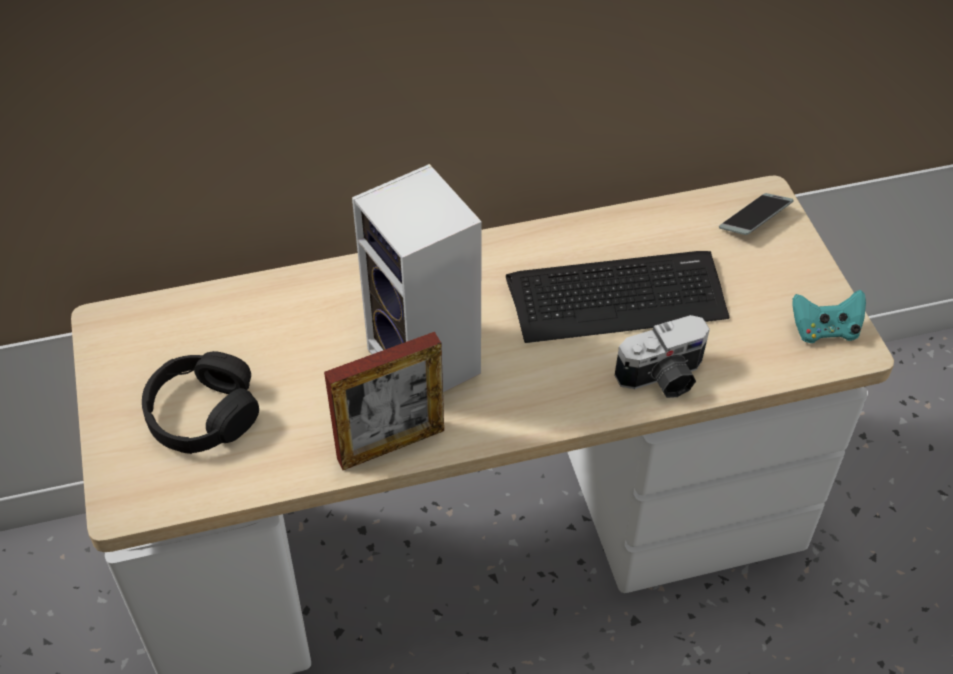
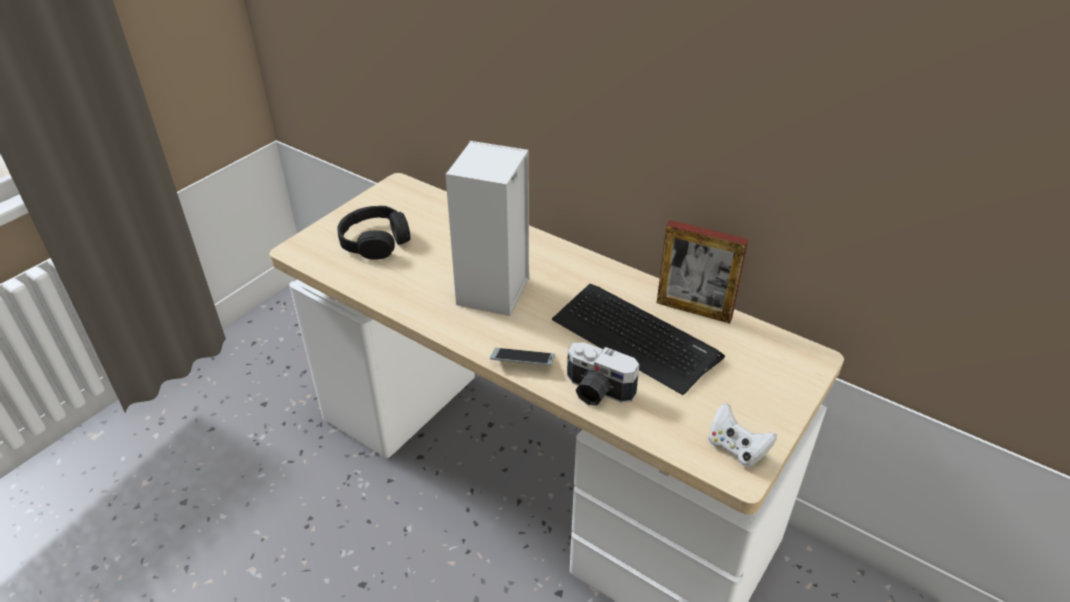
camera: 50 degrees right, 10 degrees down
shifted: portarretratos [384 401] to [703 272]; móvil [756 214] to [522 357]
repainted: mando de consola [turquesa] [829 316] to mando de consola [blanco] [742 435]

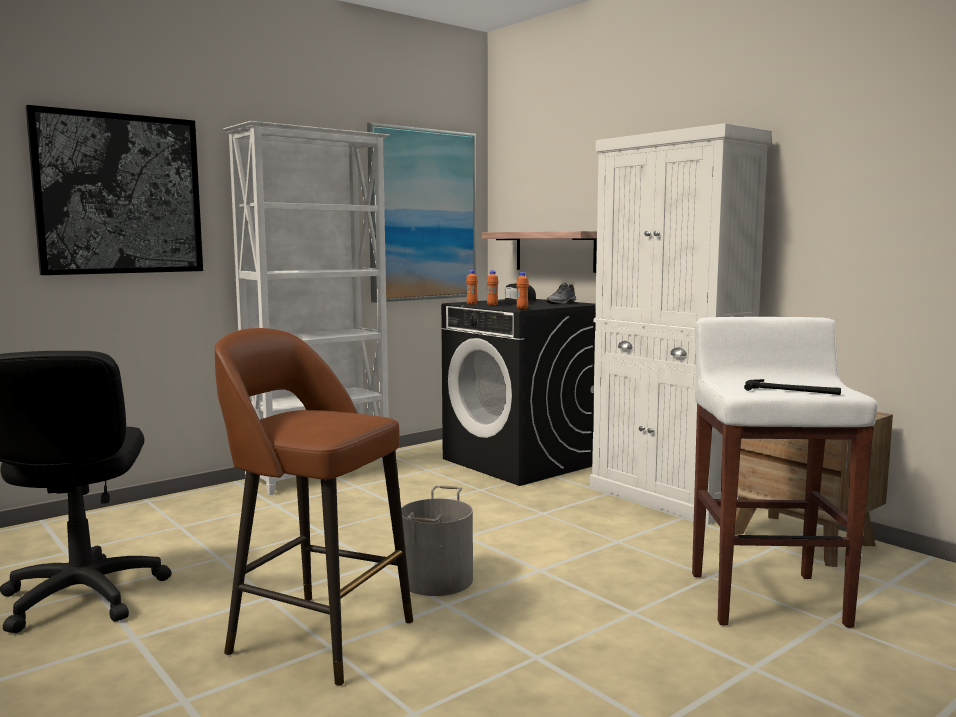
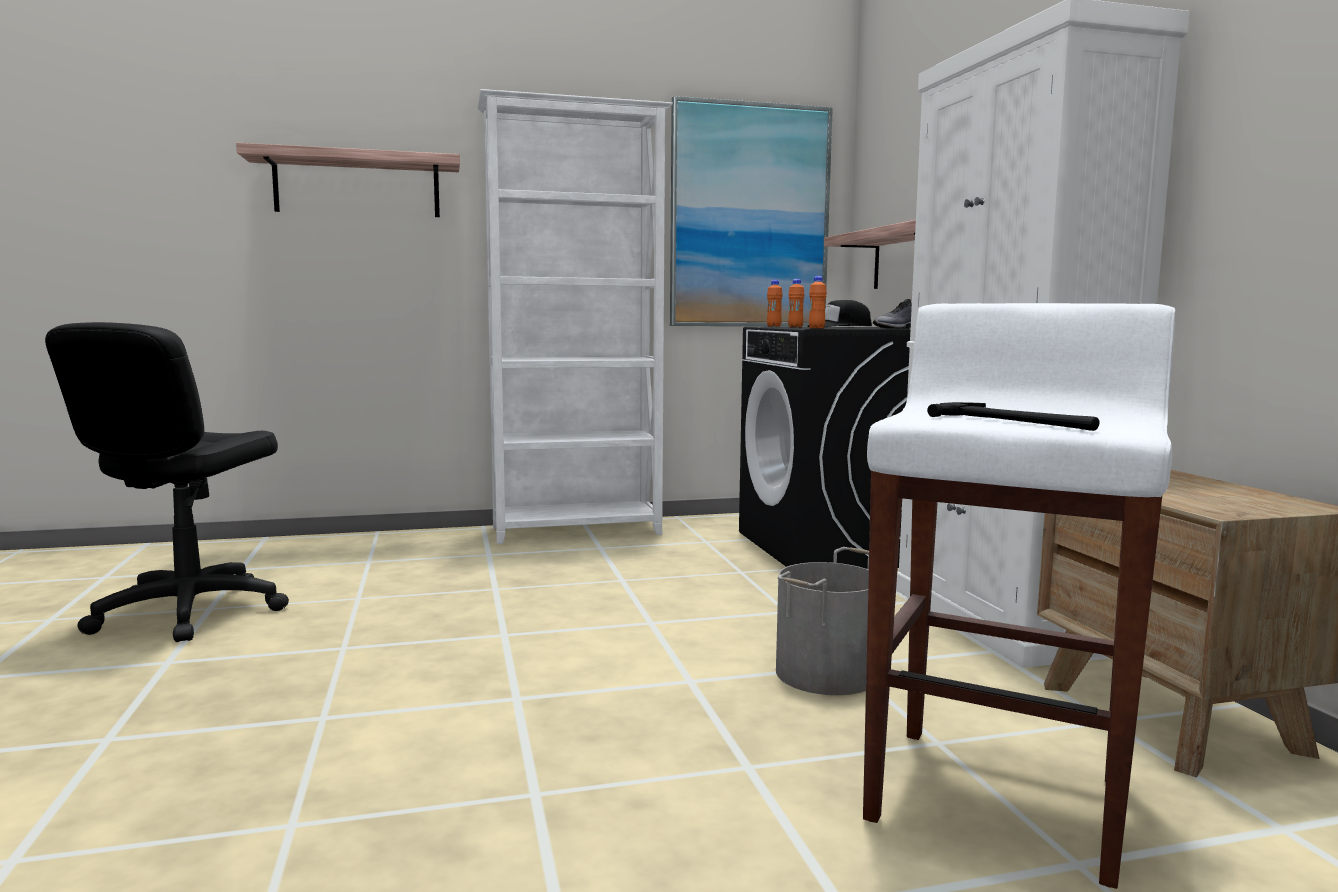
camera: 25 degrees right, 0 degrees up
gone: taburete [marrón] [313 507]
shifted: cubo [gris] [437 541] to [822 621]
swapped: cuadro [114 190] to estante [348 180]

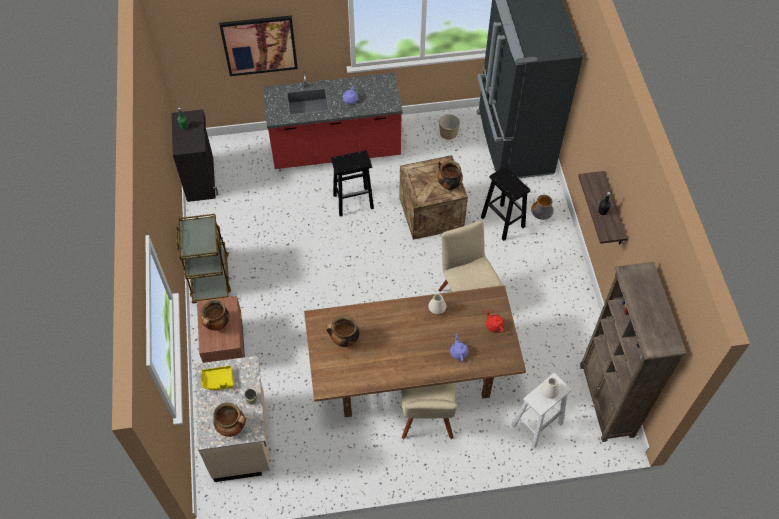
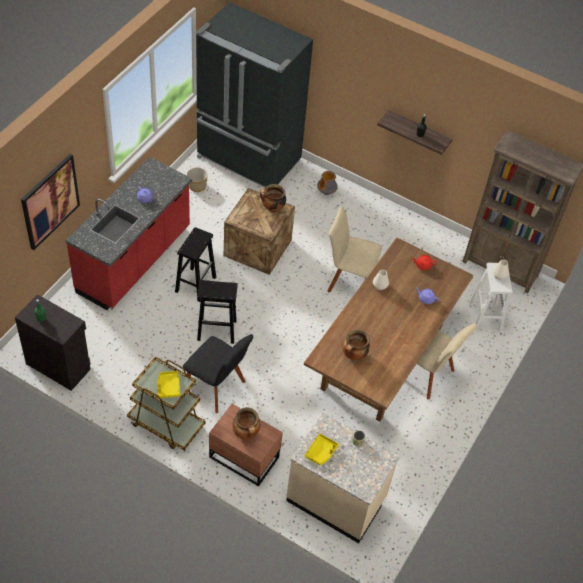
camera: 55 degrees left, 5 degrees down
gone: olla [229 419]
new: bandeja [amarillo] [168 384]; silla [negro] [218 373]
shifted: taburete [negro] [505 203] to [217 312]

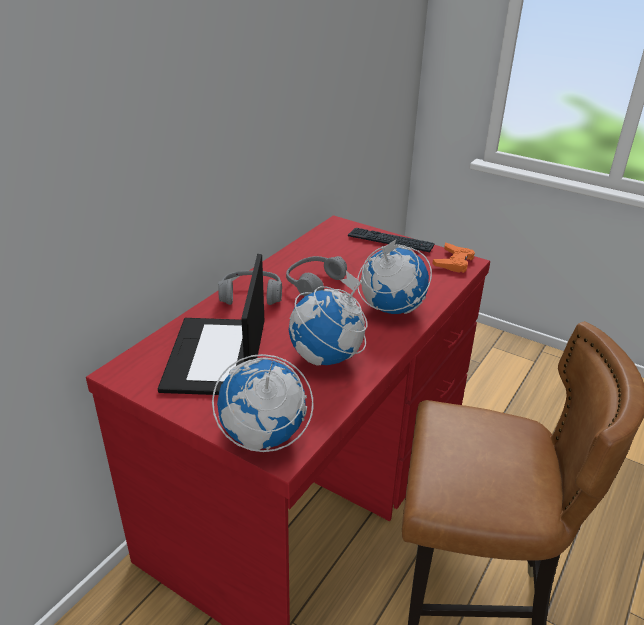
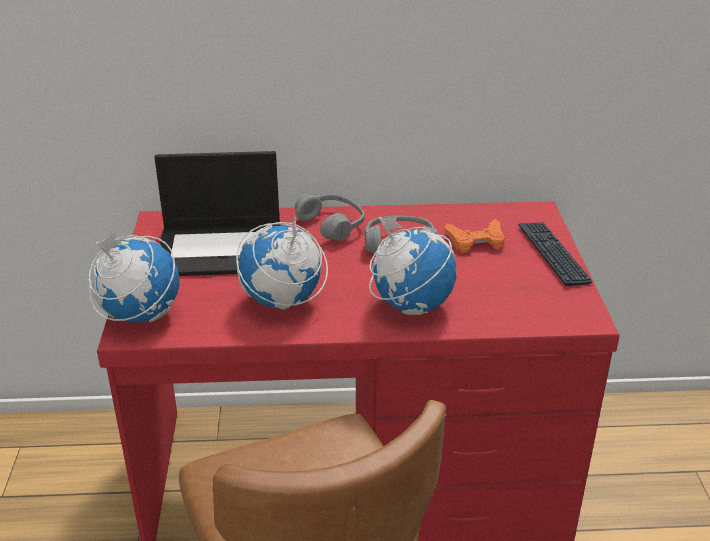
camera: 55 degrees right, 0 degrees up
shifted: mando de consola [naranja] [453 257] to [475 236]
rotated: portátil [211 324] = [217 213] 150 degrees counterclockwise

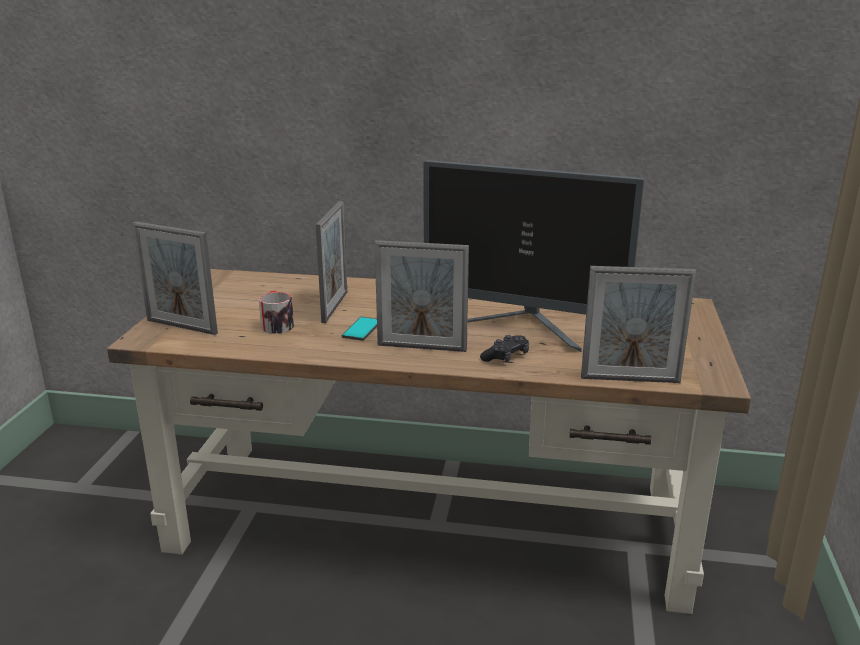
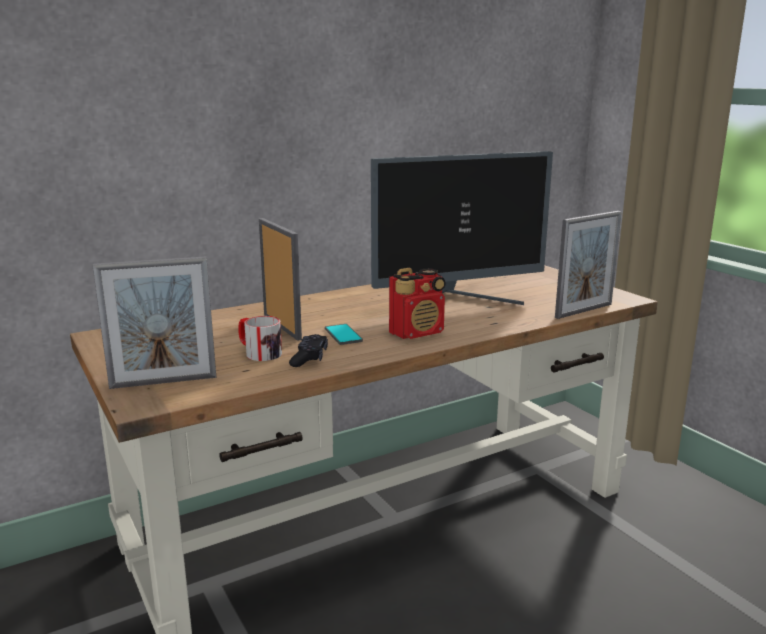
camera: 40 degrees left, 5 degrees down
shifted: mando de consola [negro] [504 348] to [308 350]
swapped: portarretratos [422 296] to radio [417 303]

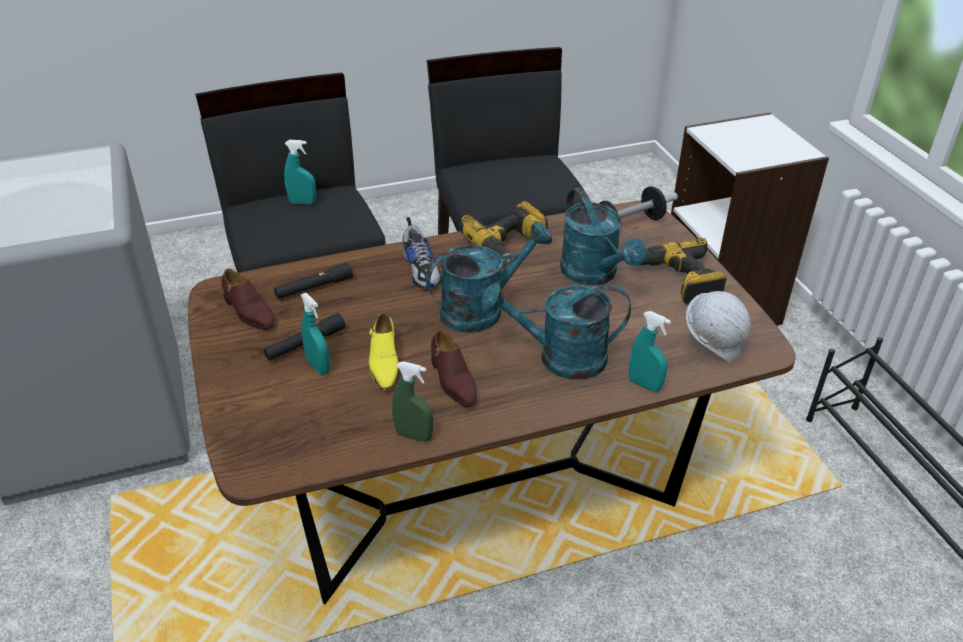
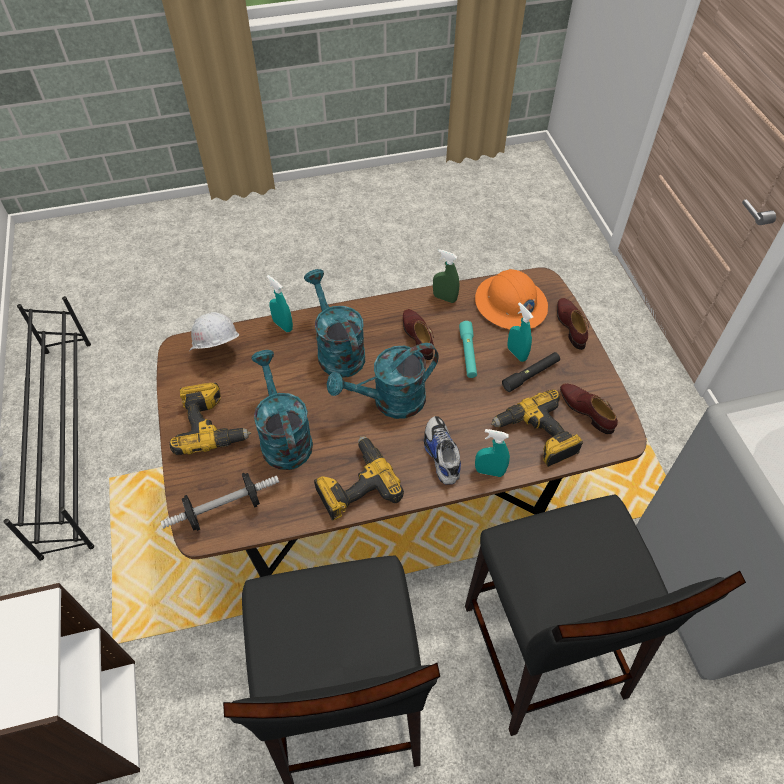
camera: 175 degrees left, 15 degrees up
new: casco [naranja] [511 299]; zapato [marrón] [573 324]
shifted: pulverizador [turquesa] [300 172] to [492 453]
swapped: linterna [negro] [313 280] to taladro [537 428]; zapato [amarillo] [384 351] to linterna [turquesa] [468 349]
rotated: regadera [turquesa] [556 331] = [334 323] 120 degrees counterclockwise

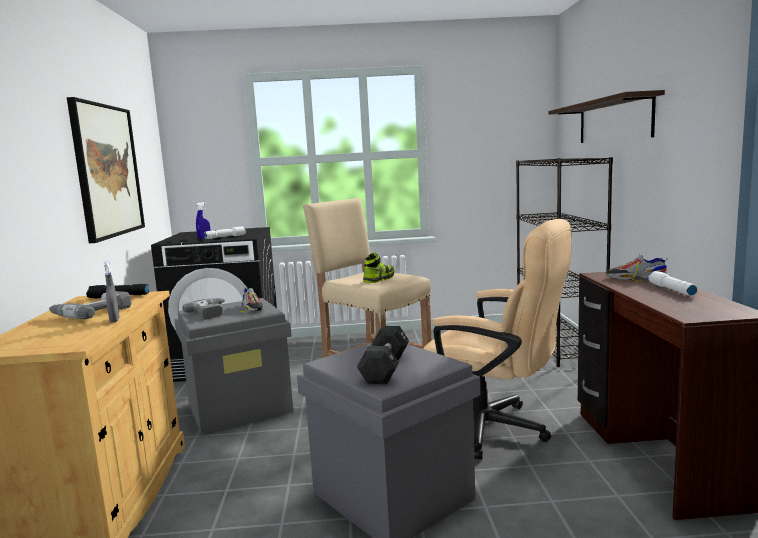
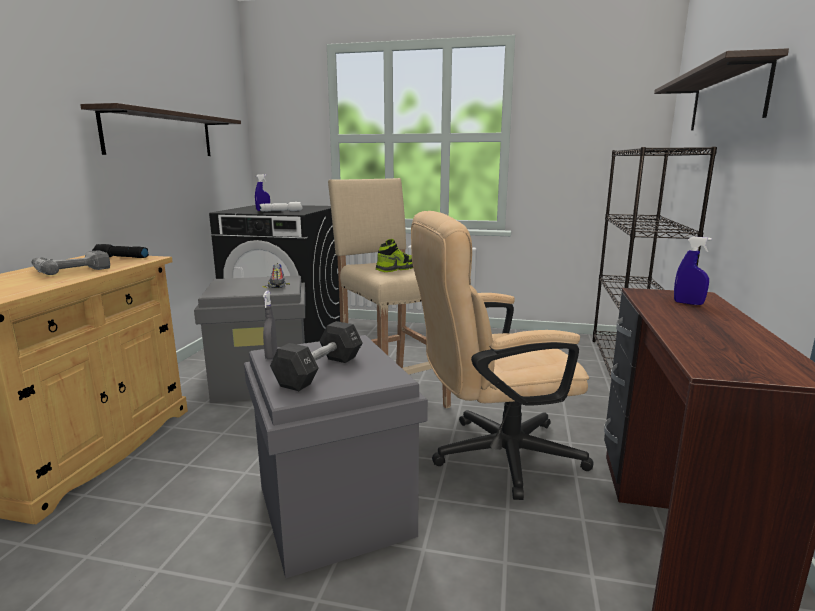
camera: 15 degrees right, 5 degrees up
gone: taladro [203 309]; linterna [blanco] [672 283]
shifted: pulverizador [gris] [111 291] to [270 325]
swapped: cuadro [106 170] to estante [160 129]; zapato [637 268] to pulverizador [azul] [693 270]
rotated: silla de oficina [beis] [497 339] = [502 355] 120 degrees clockwise

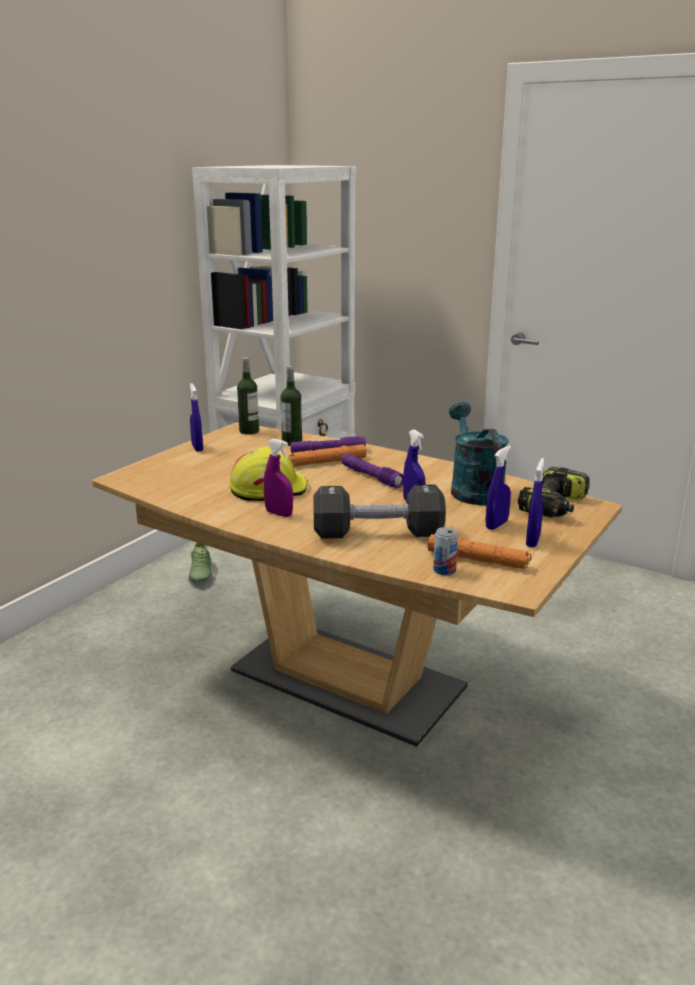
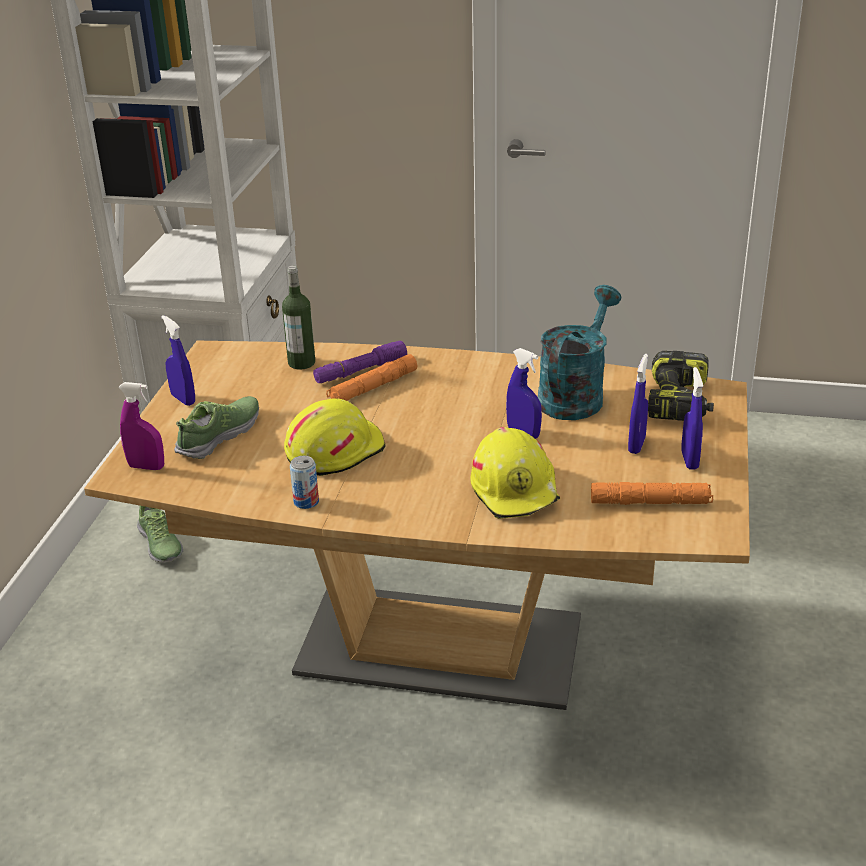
camera: 20 degrees left, 10 degrees up
gone: botella [248 396]; linterna [morado] [372 471]
new: zapato [216 427]
shifted: pulverizador [morado] [278 477] to [141 426]; lata [445 551] to [304 482]
swapped: mancuerna [negro] [379 511] to casco [amarillo] [515 473]
rotated: regadera [turquesa] [479 453] = [579 352] 60 degrees clockwise

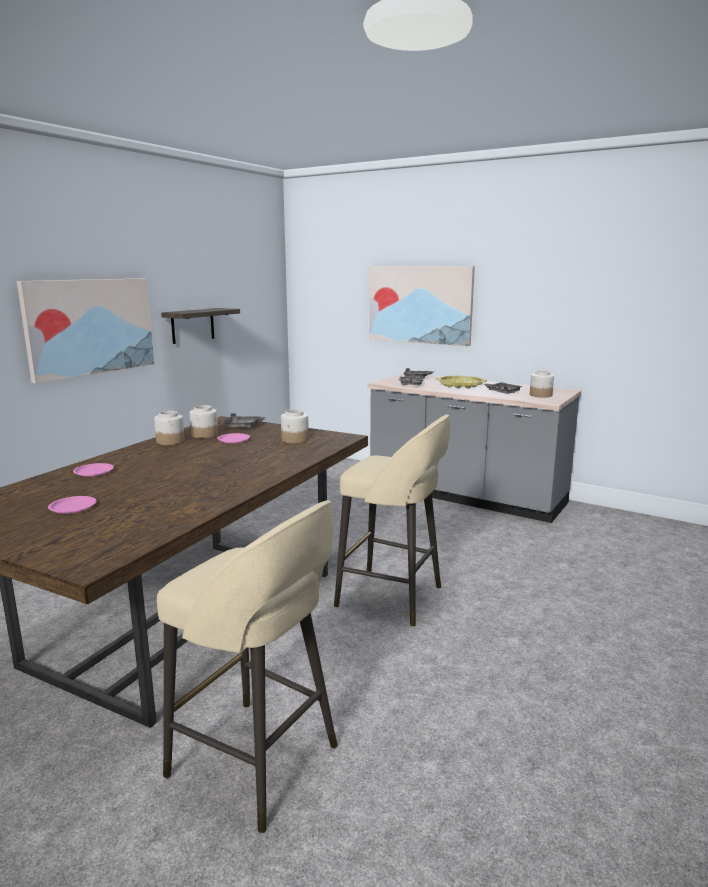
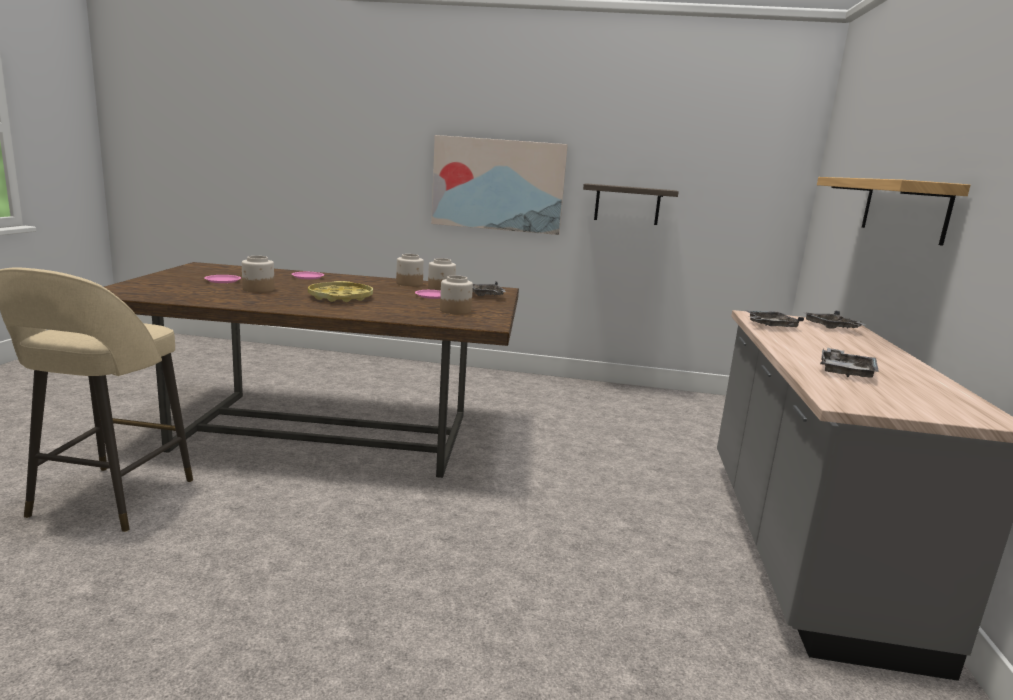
camera: 65 degrees right, 0 degrees up
gone: taburete [beis] [392 520]
shifted: bandeja [amarillo] [461 382] to [340 291]; tarro [542 384] to [258 274]
swapped: cuadro [422 306] to estante [893 211]

